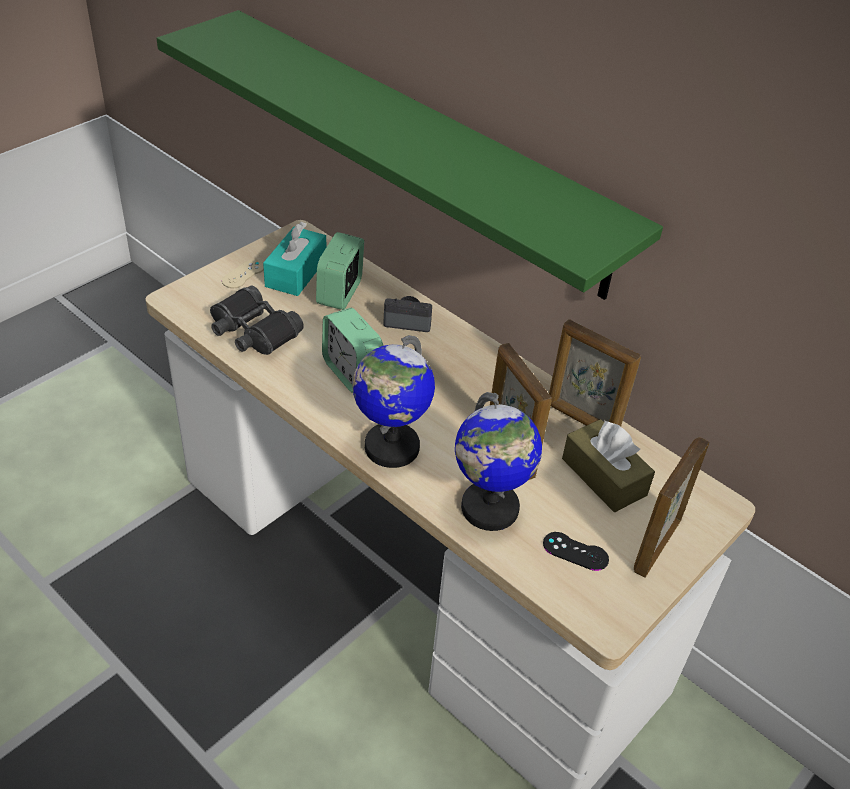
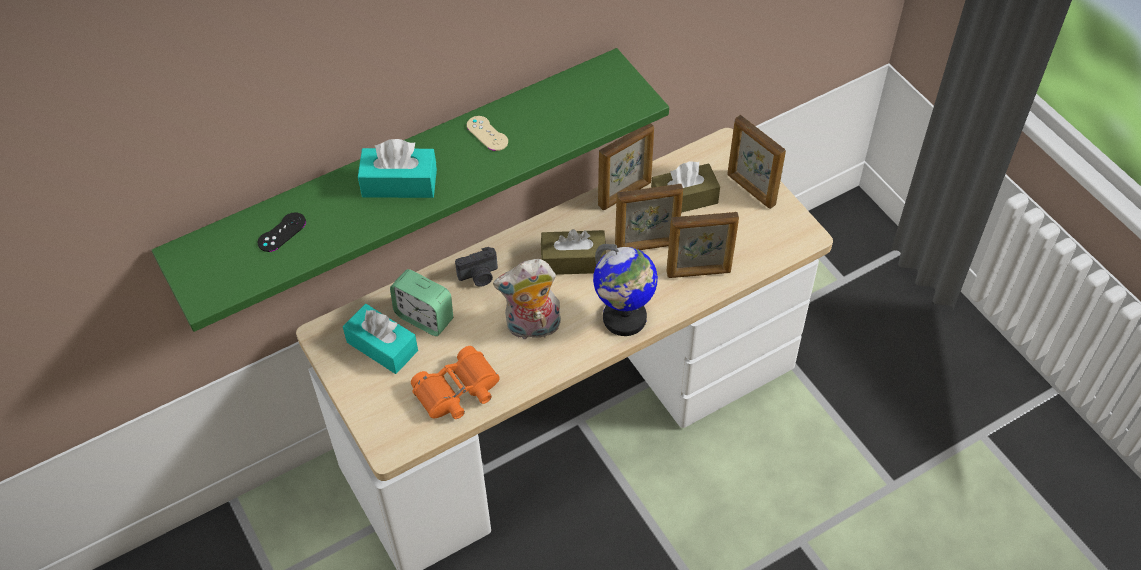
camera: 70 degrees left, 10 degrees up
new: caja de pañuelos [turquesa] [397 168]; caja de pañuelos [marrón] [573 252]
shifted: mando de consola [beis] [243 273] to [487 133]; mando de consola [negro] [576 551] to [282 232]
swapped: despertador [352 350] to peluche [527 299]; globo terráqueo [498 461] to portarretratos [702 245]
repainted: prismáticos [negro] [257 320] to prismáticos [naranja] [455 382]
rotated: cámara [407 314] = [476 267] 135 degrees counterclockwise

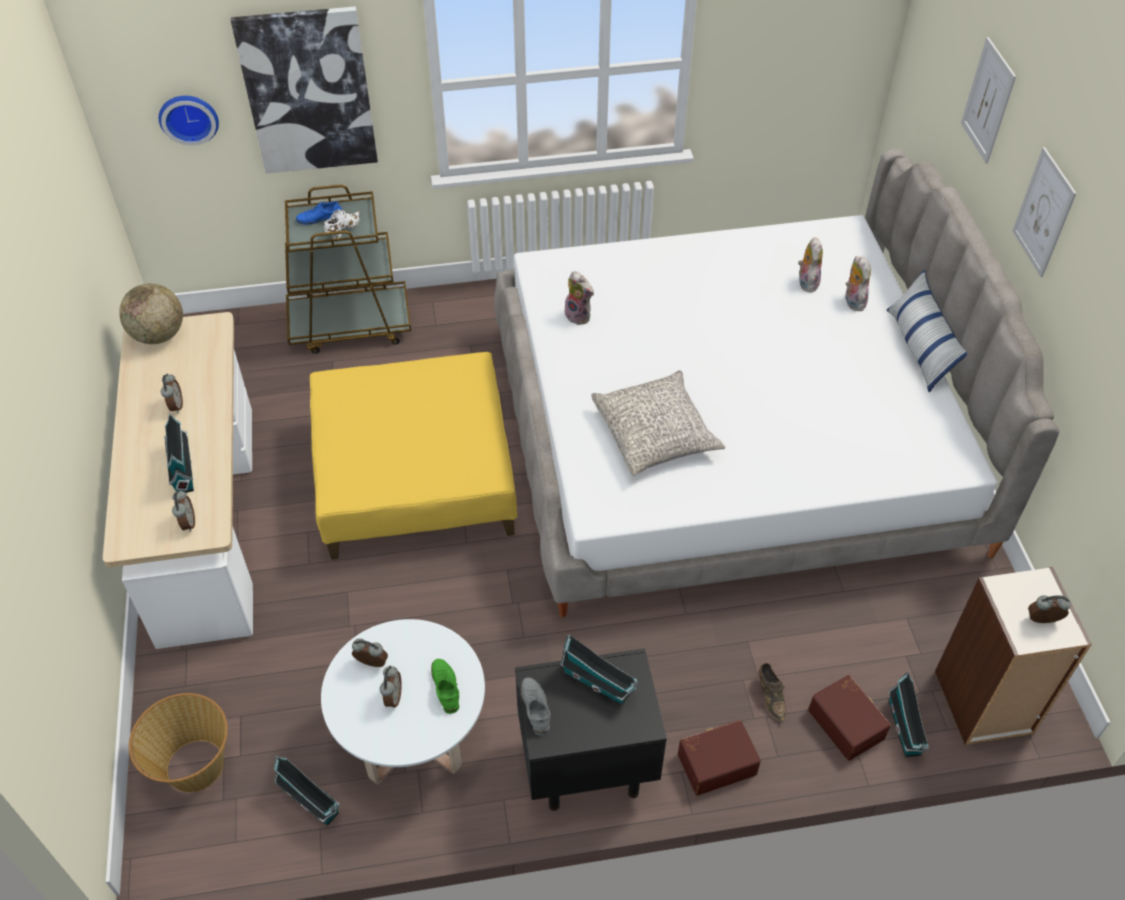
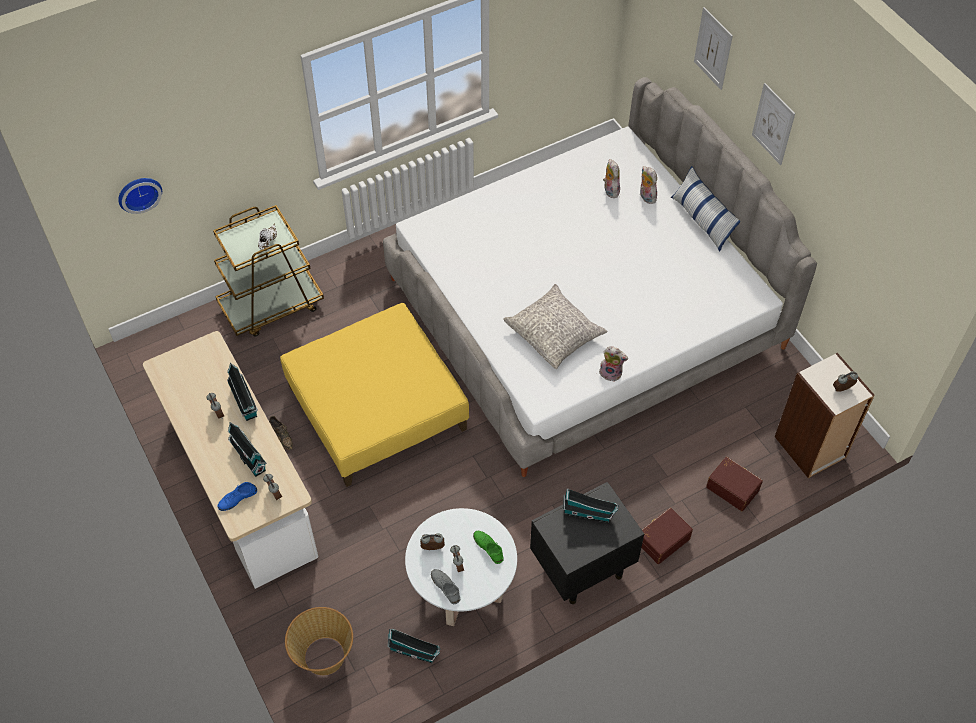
camera: 20 degrees left, 5 degrees up
gone: globo terráqueo [151 313]; cuadro [304 90]
shifted: zapato [azul] [319 213] to [237 496]; zapato [gris] [536 706] to [445 586]; peluche [579 298] to [613 364]; zapato [marrón] [771 692] to [281 433]; casita [908 714] to [242 391]

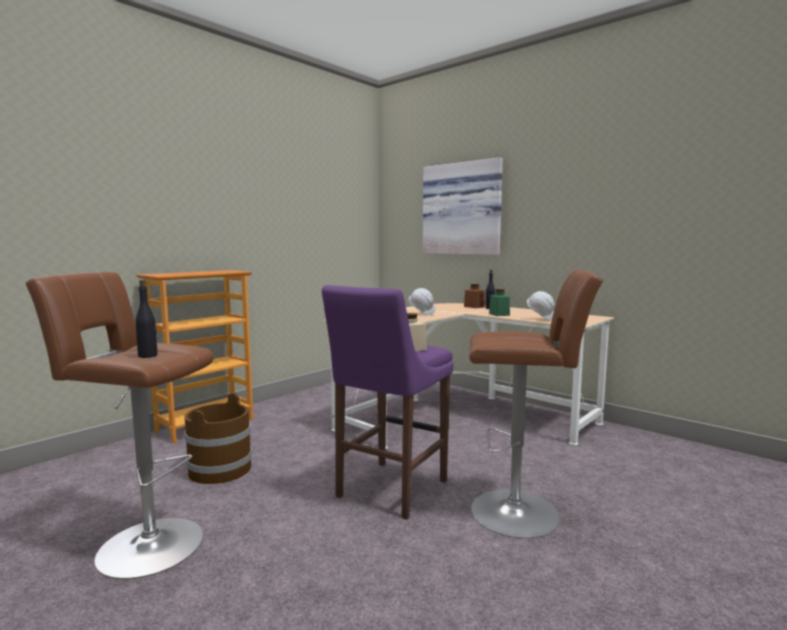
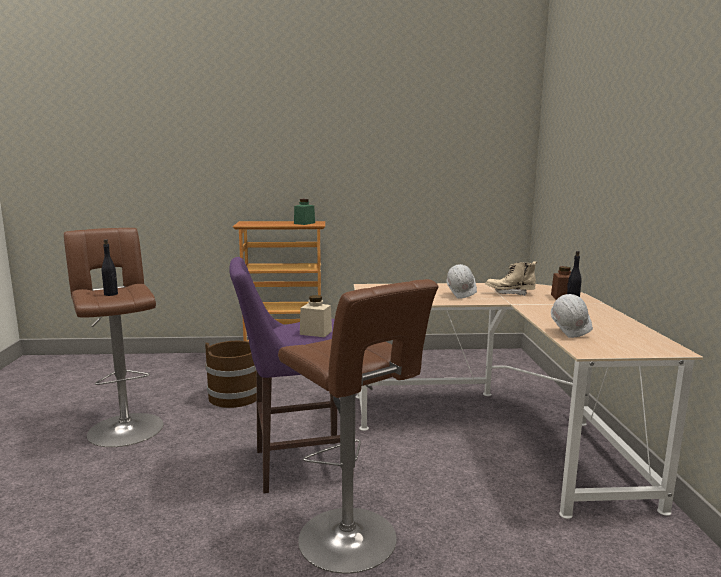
camera: 45 degrees right, 5 degrees up
gone: cuadro [463 206]
new: bota [beis] [511 278]
shifted: tarro [verde] [499 302] to [304 212]

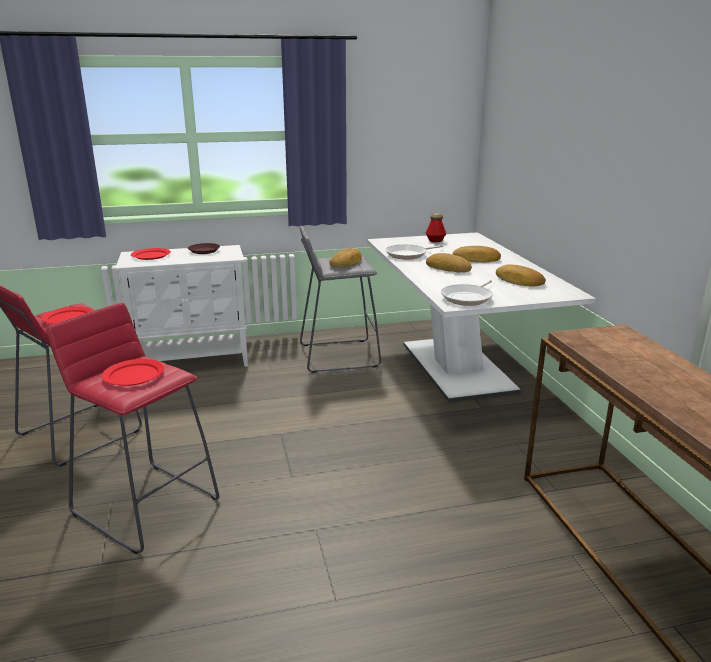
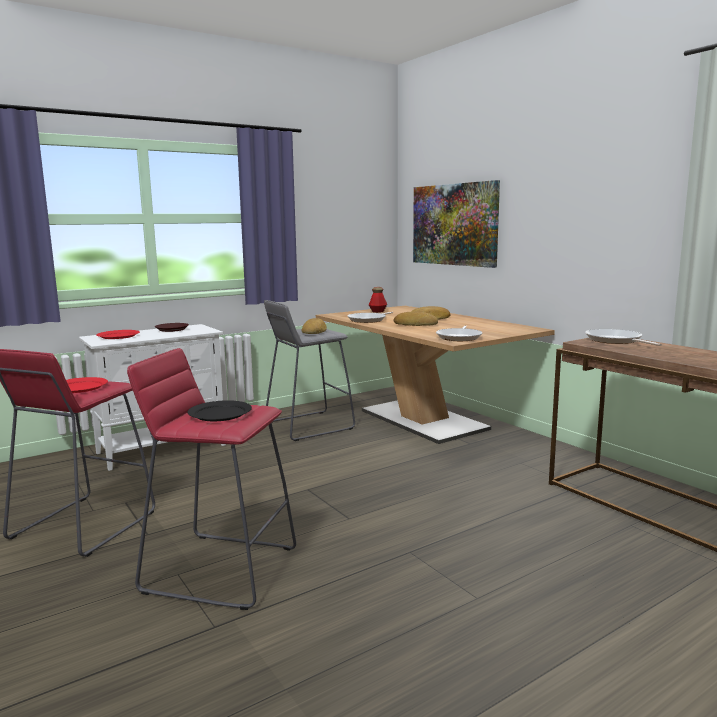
camera: 20 degrees left, 10 degrees down
gone: pan [521 275]
new: cuadro [456 224]; sartén [623 337]
repainted: plato [rojo] [133 372] to plato [negro] [219 410]; mesa de comedor [blanco] [481 317] to mesa de comedor [marrón] [435 375]

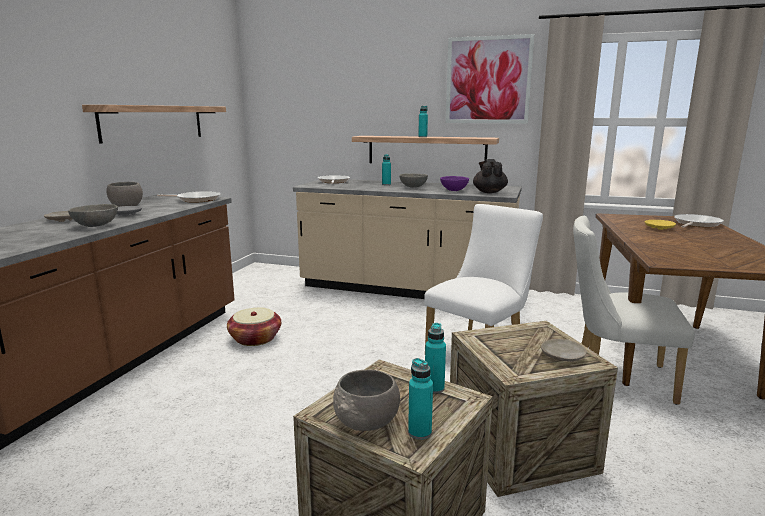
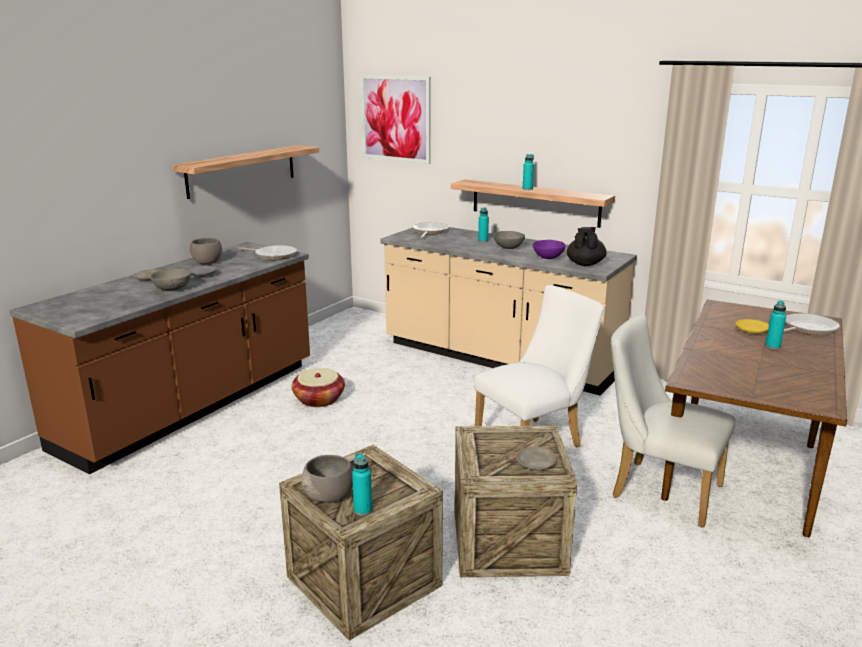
camera: 15 degrees right, 5 degrees up
shifted: botella [turquesa] [435 358] to [775 325]; cuadro [490 79] to [395 119]

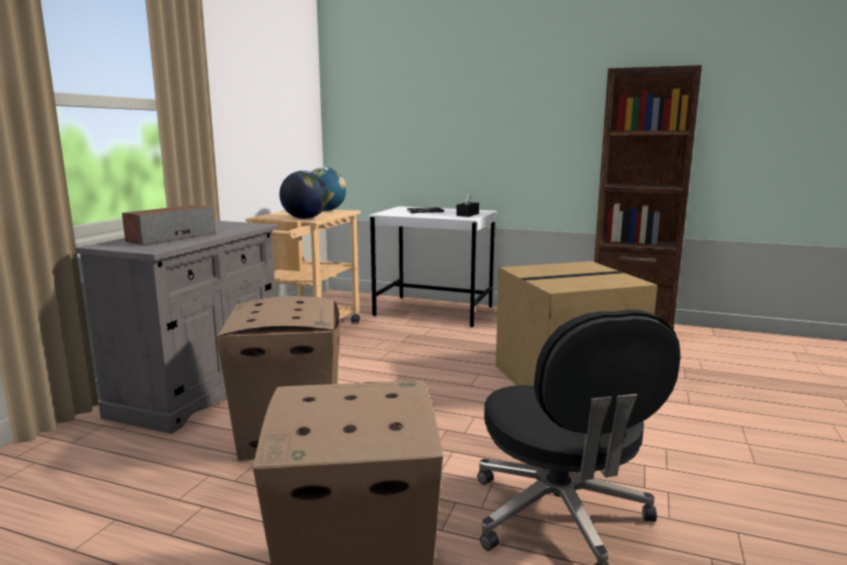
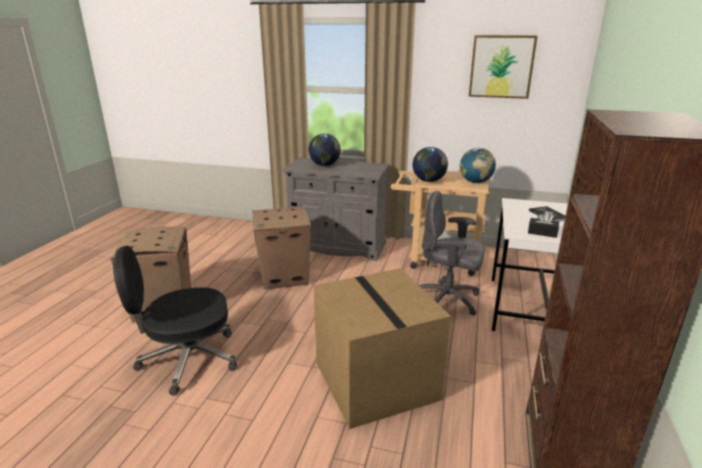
camera: 85 degrees right, 10 degrees up
new: silla de oficina [gris] [452 253]; cuadro [503 67]
swapped: altavoz [169 225] to globo terráqueo [325 150]

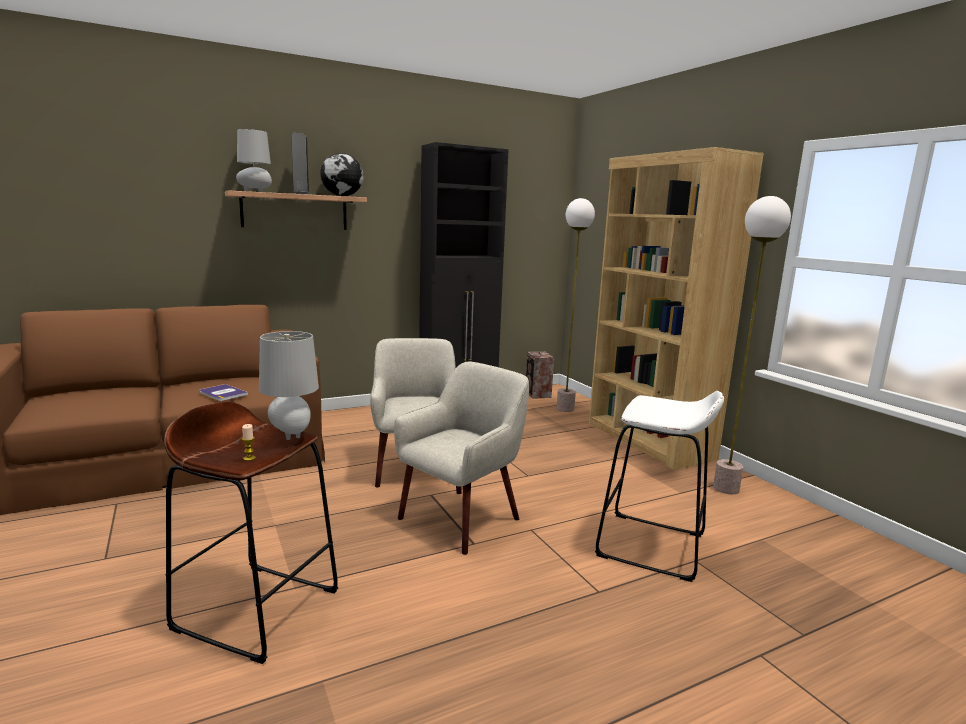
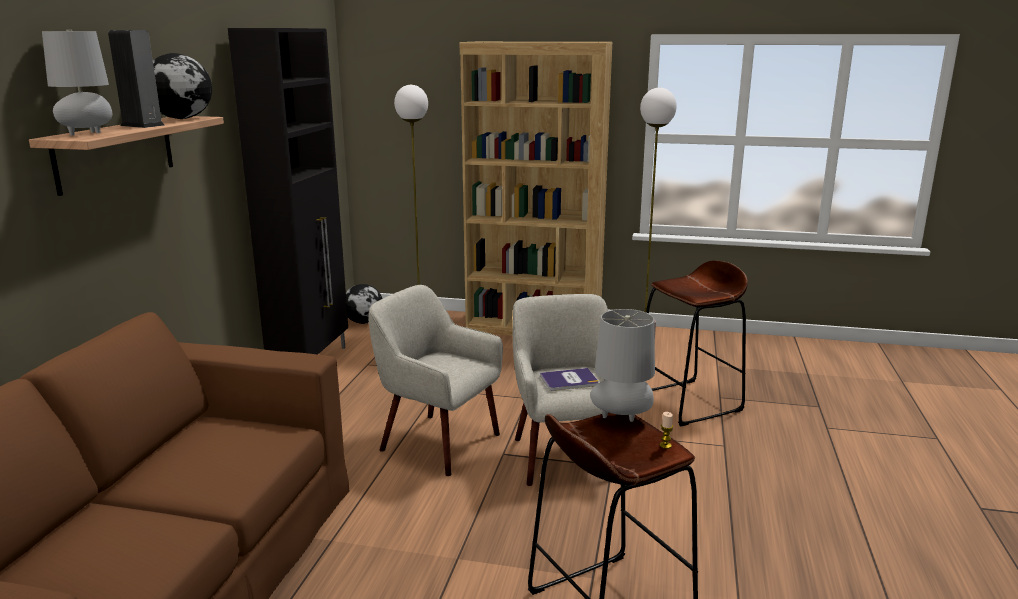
camera: 50 degrees left, 5 degrees up
shifted: libro [223 392] to [569 379]
swapped: altavoz [540 375] to globo terráqueo [364 304]
repainted: taburete [blanco] [659 486] to taburete [marrón] [697 343]

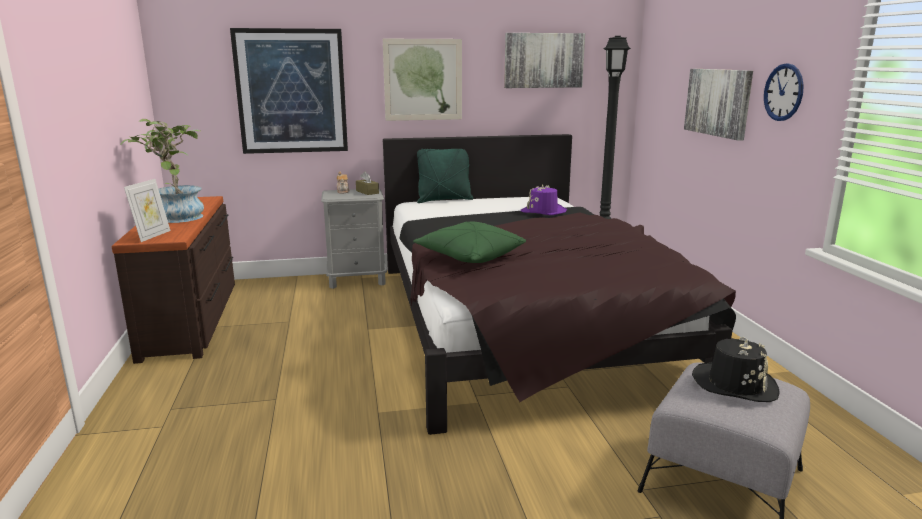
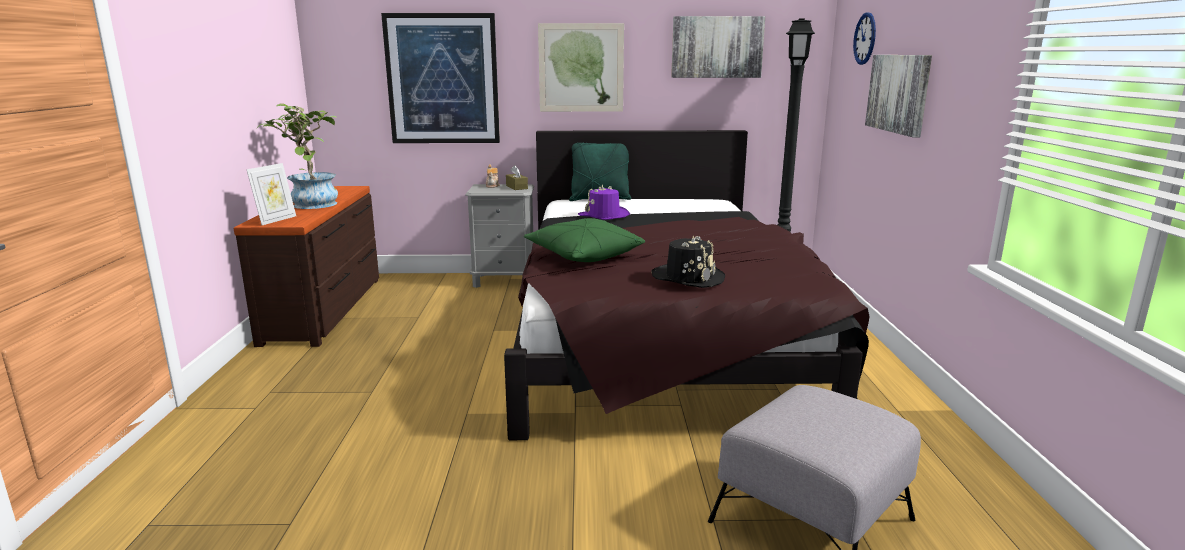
camera: 10 degrees right, 0 degrees up
shifted: sombrero [morado] [543 199] to [604 202]; sombrero [negro] [736 369] to [688 261]; reloj de pared [784 92] to [864 38]

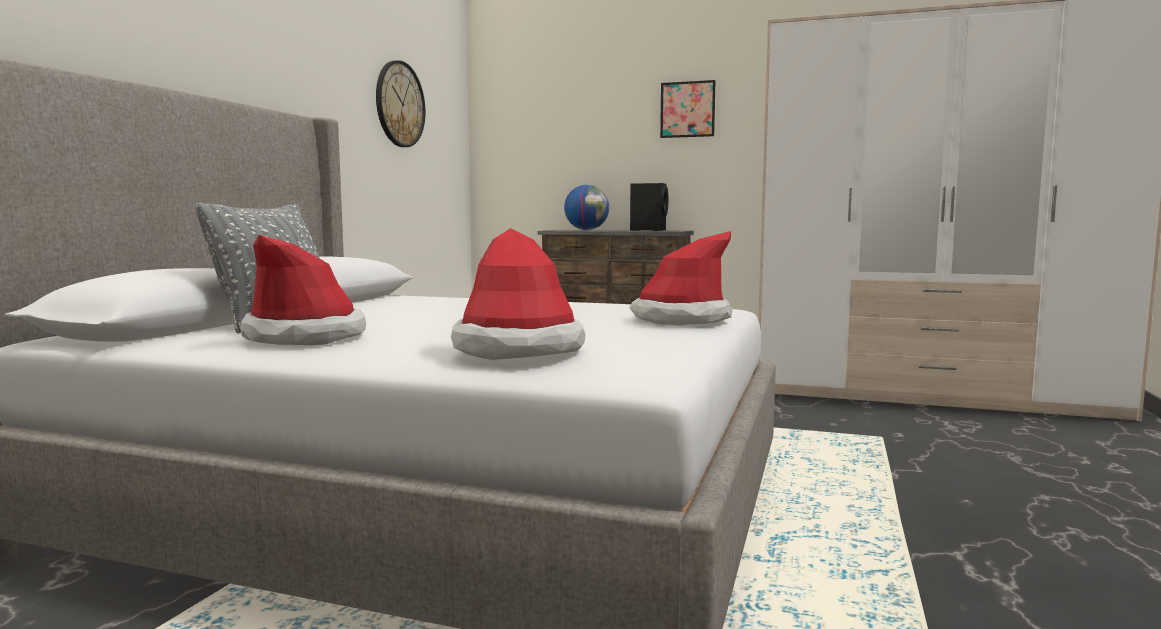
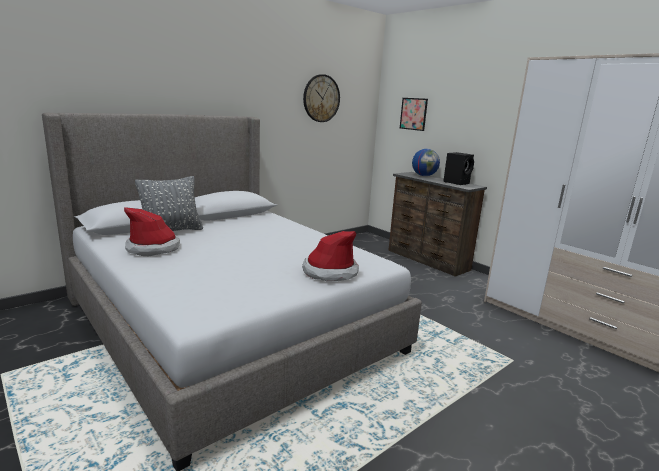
camera: 30 degrees right, 10 degrees up
gone: sombrero [518 294]
shifted: cuadro [688 109] to [414 114]

